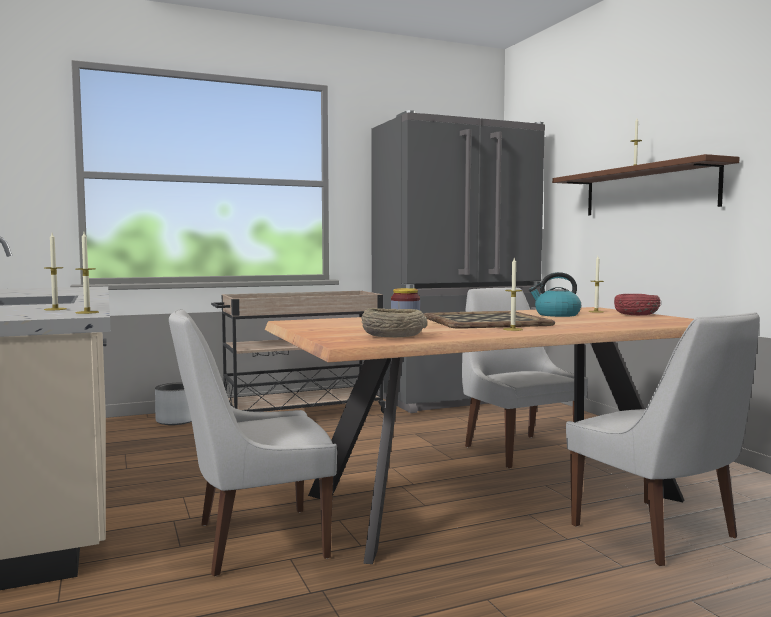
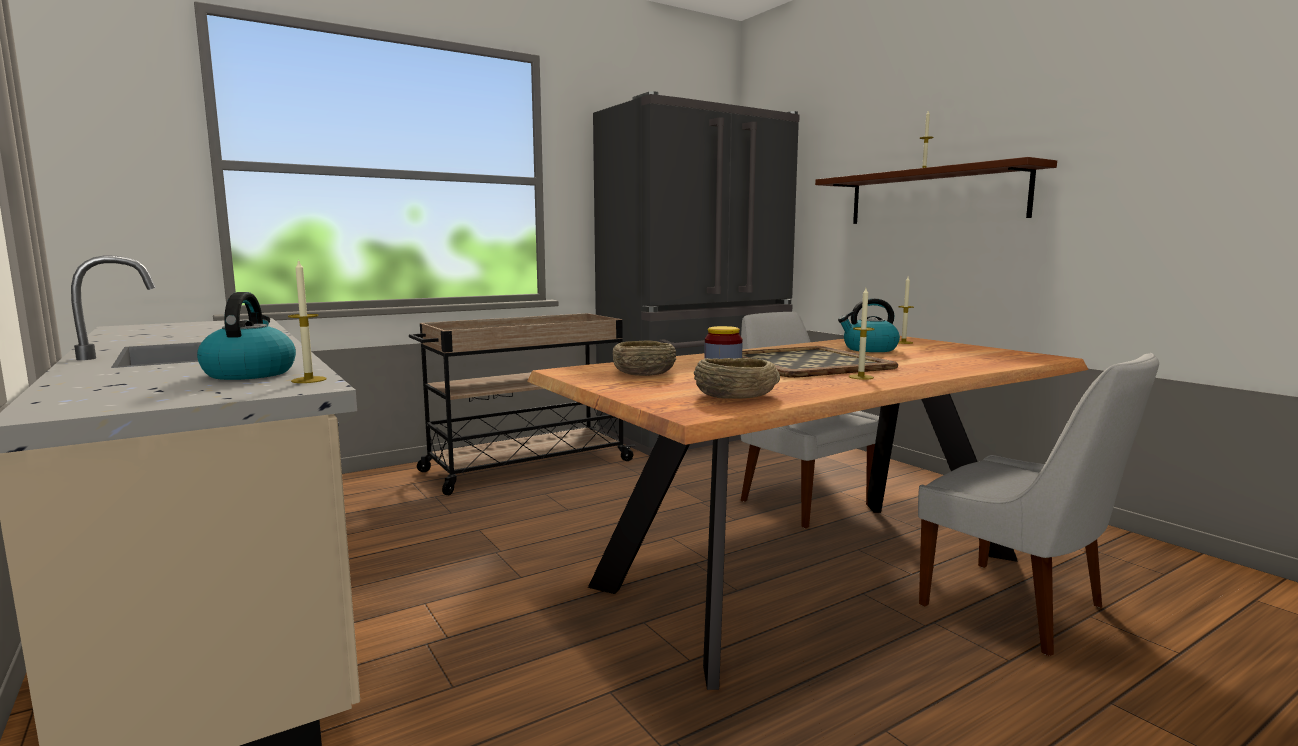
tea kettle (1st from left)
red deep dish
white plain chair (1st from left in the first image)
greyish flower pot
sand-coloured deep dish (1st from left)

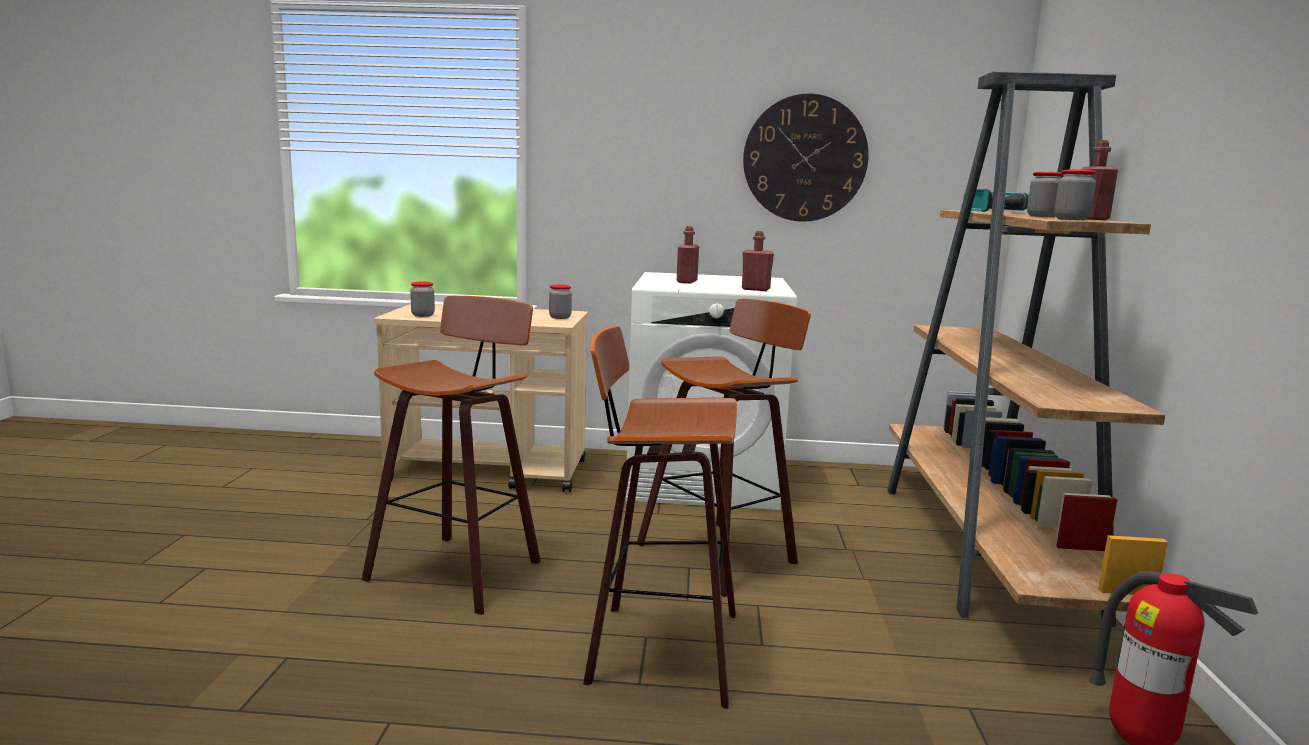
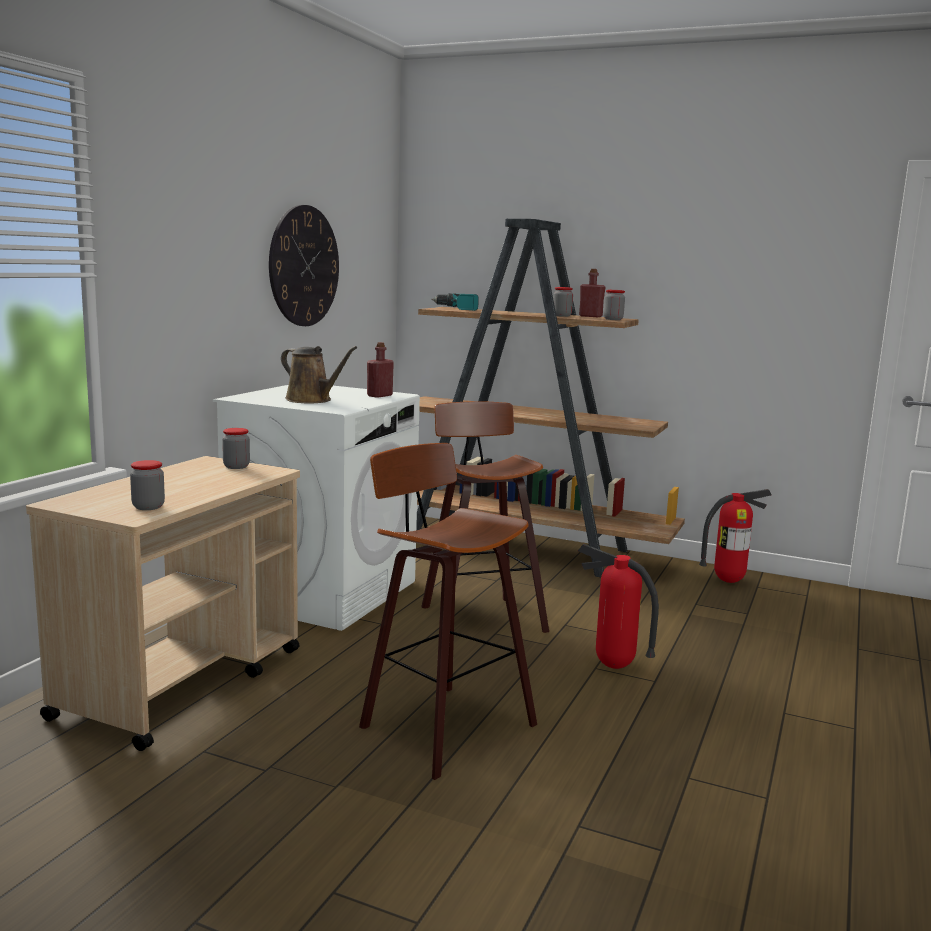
brownish watering pot
extinguisher (1st from left)

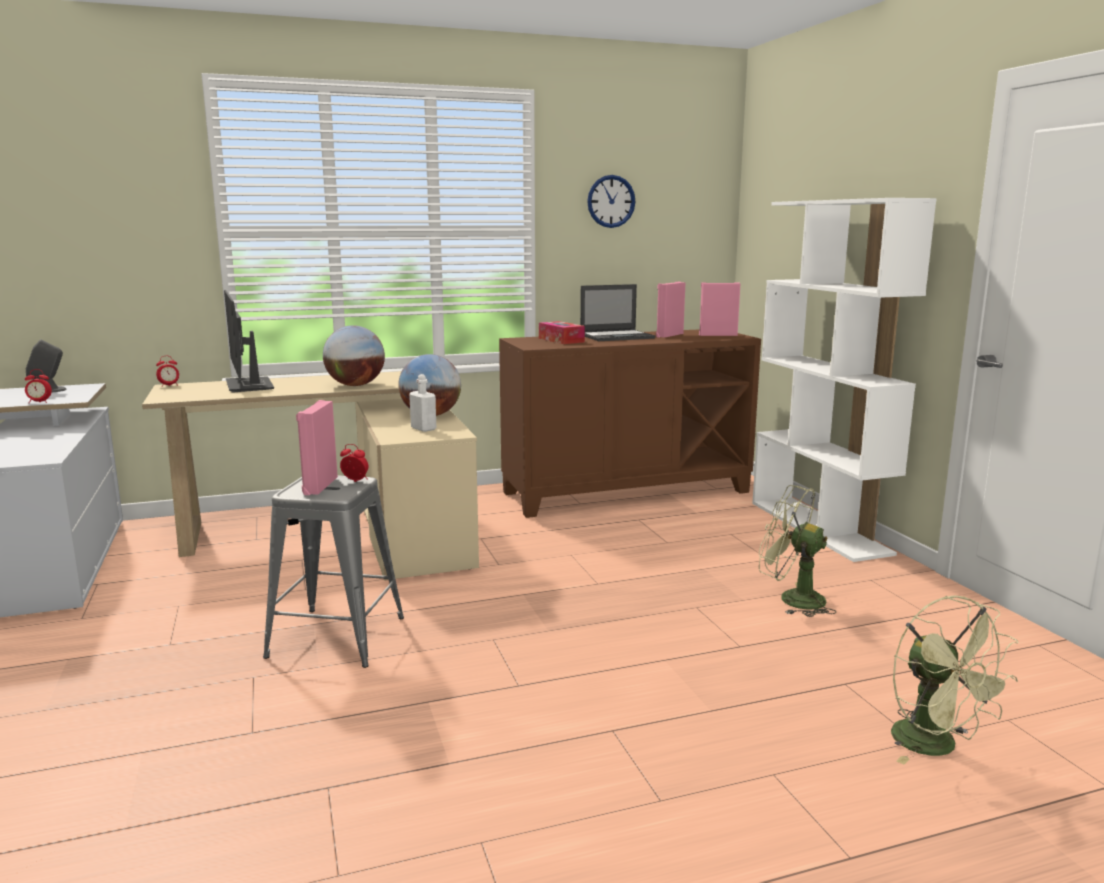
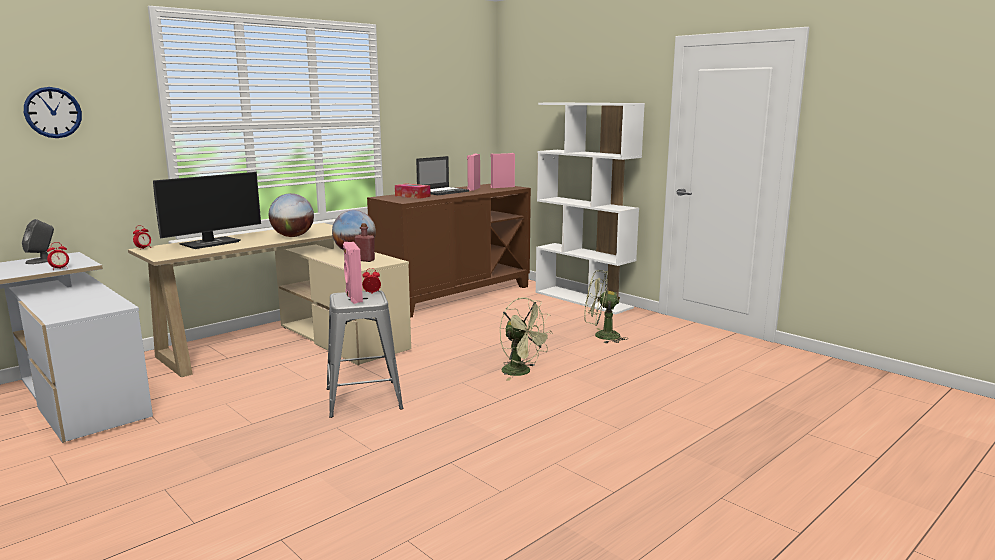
wall clock
computer screen
red bottle
green-coloured electric fan (1st from left)

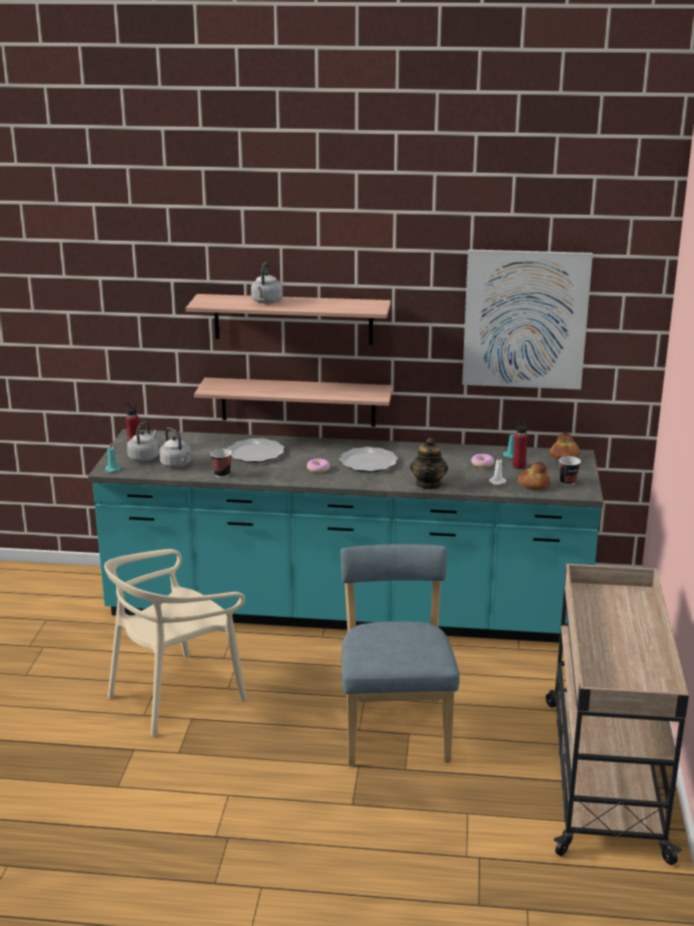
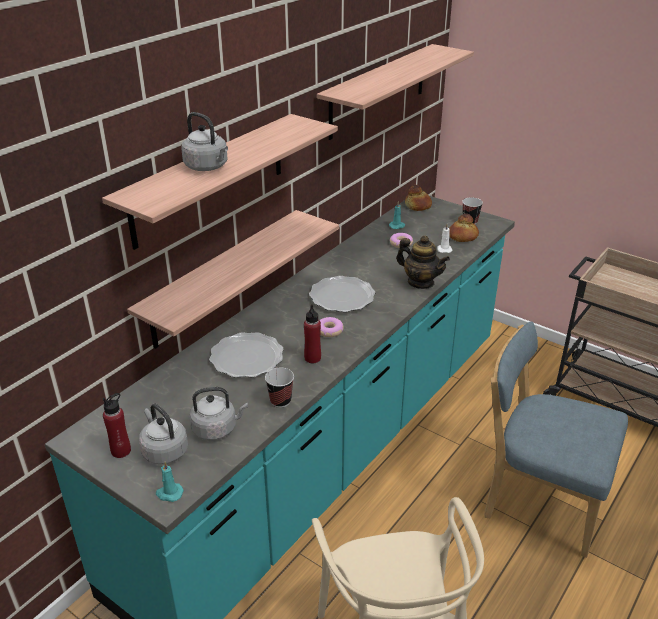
shelf (3rd from left)
red bottle (2nd from left)

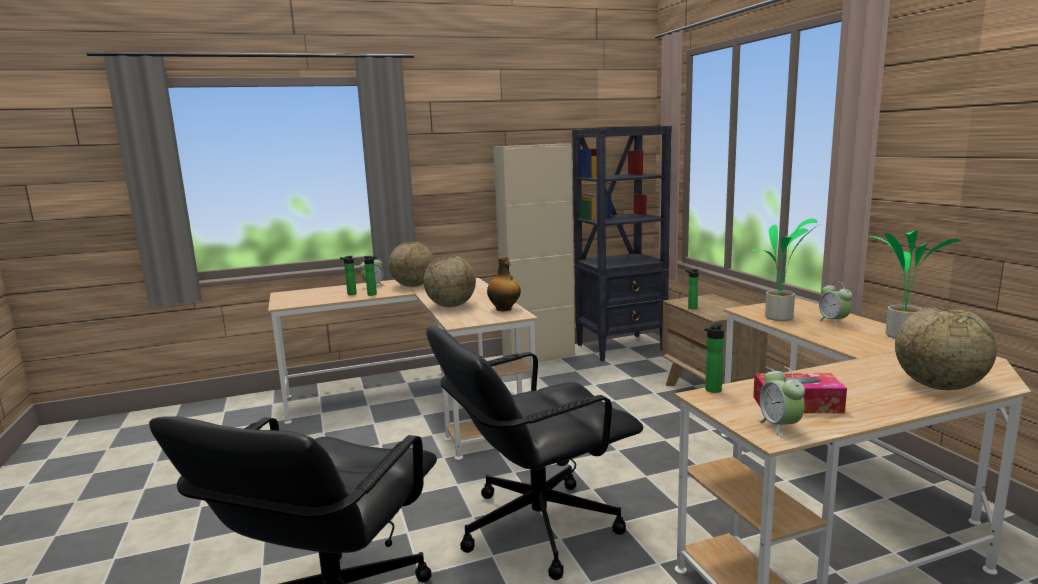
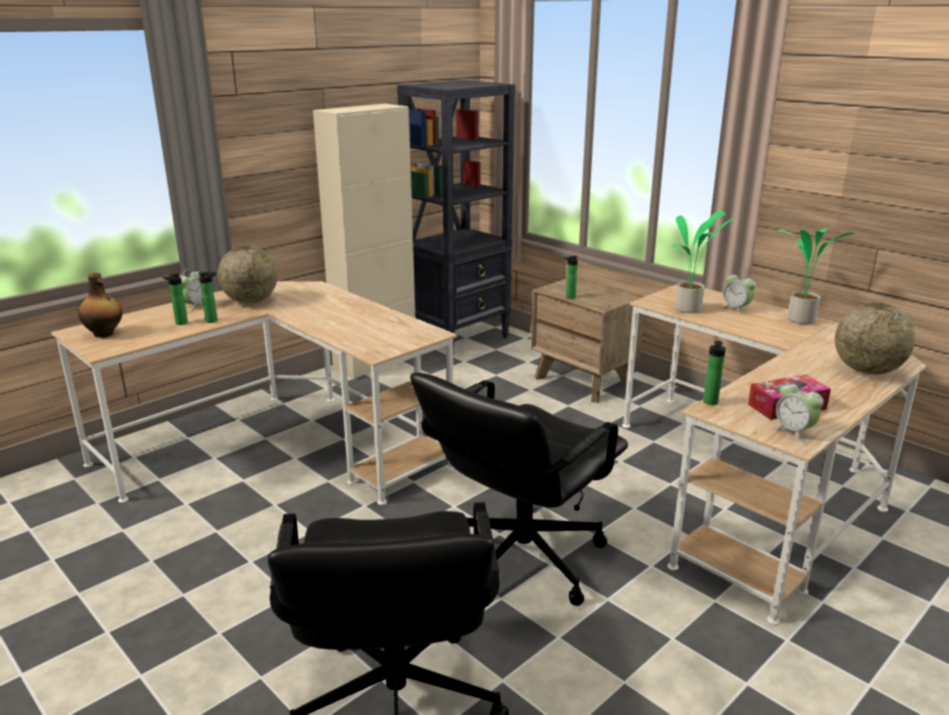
globe (2nd from left in the first image)
bottle (1st from left)

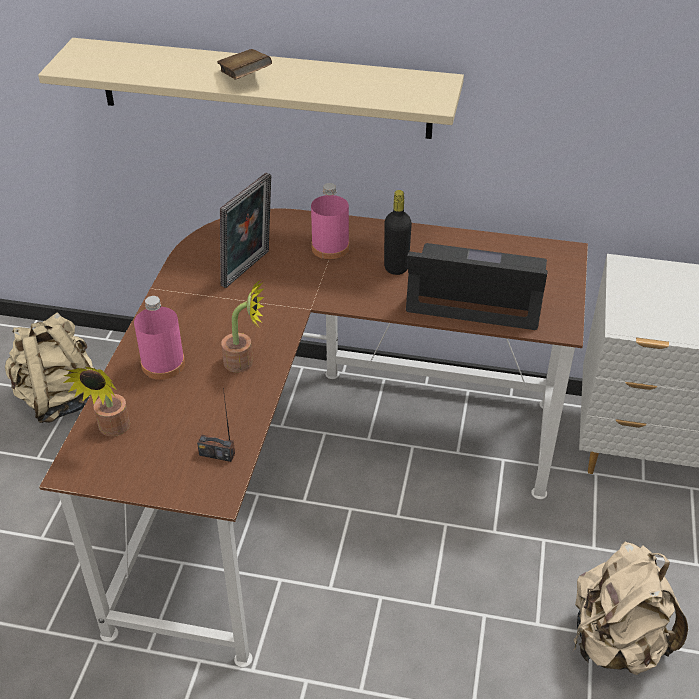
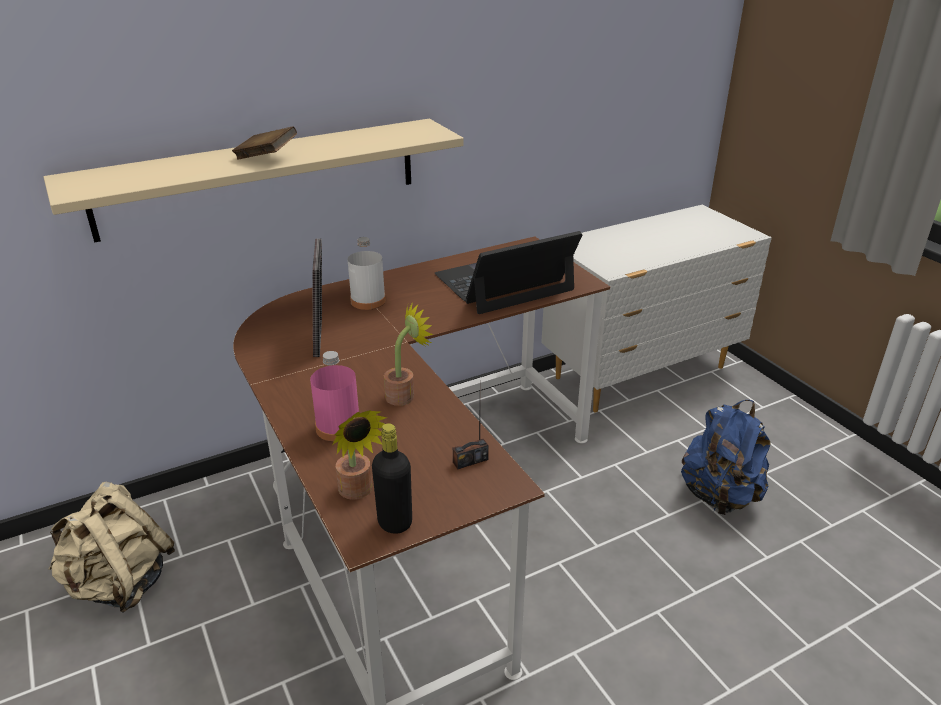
white bottle
blackish bottle
blue-coloured knapsack

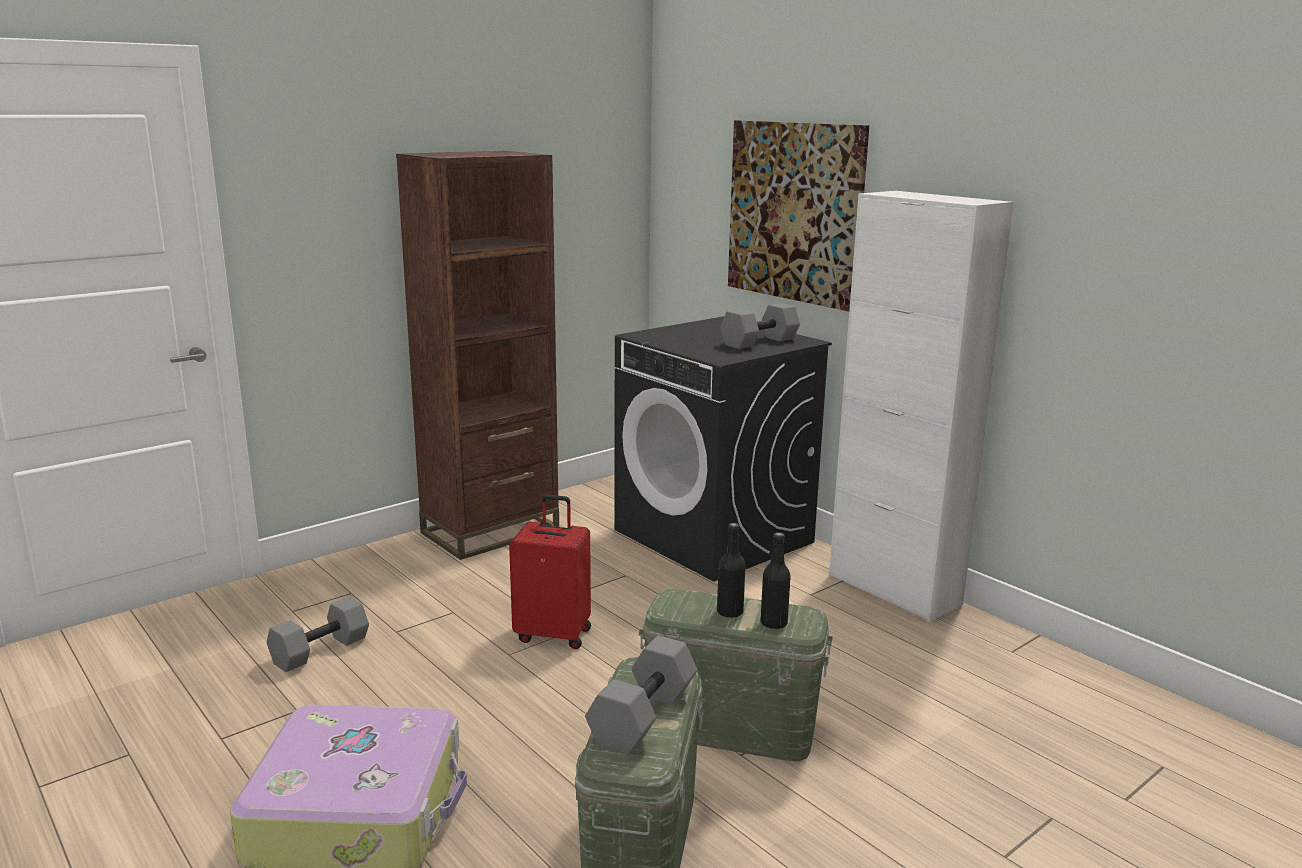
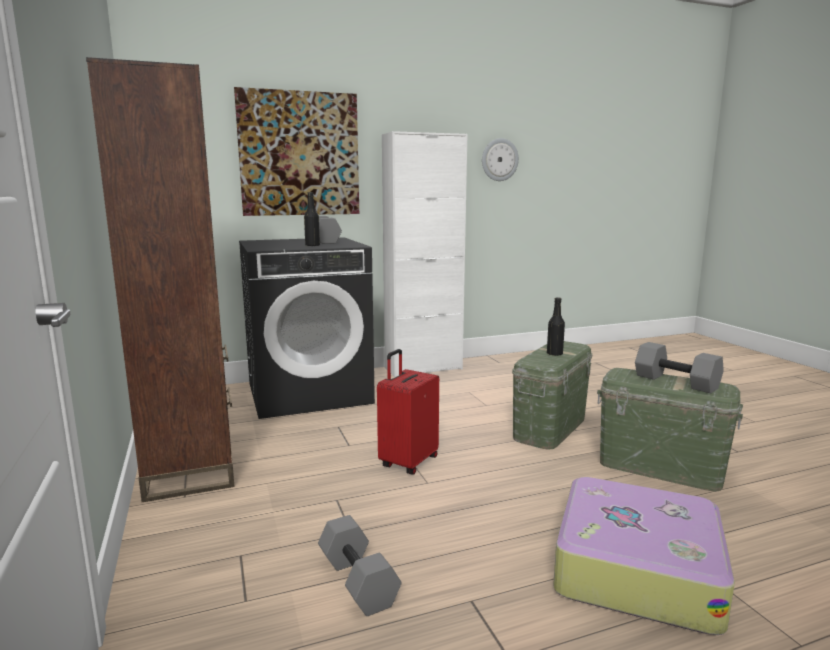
blackish bottle (1st from left)
wall clock

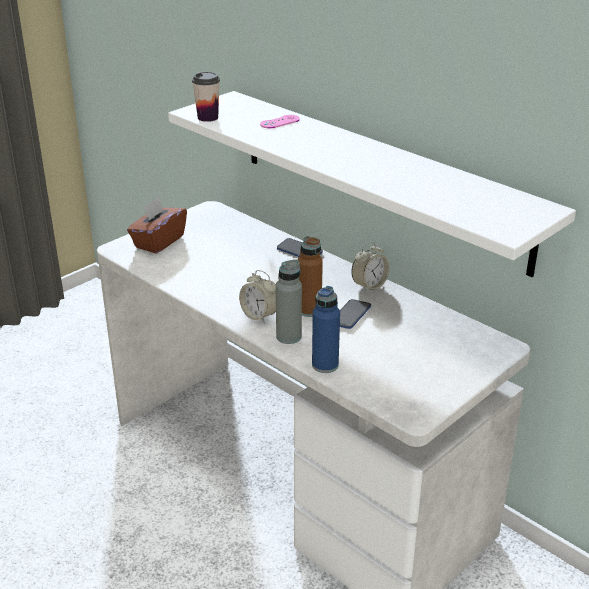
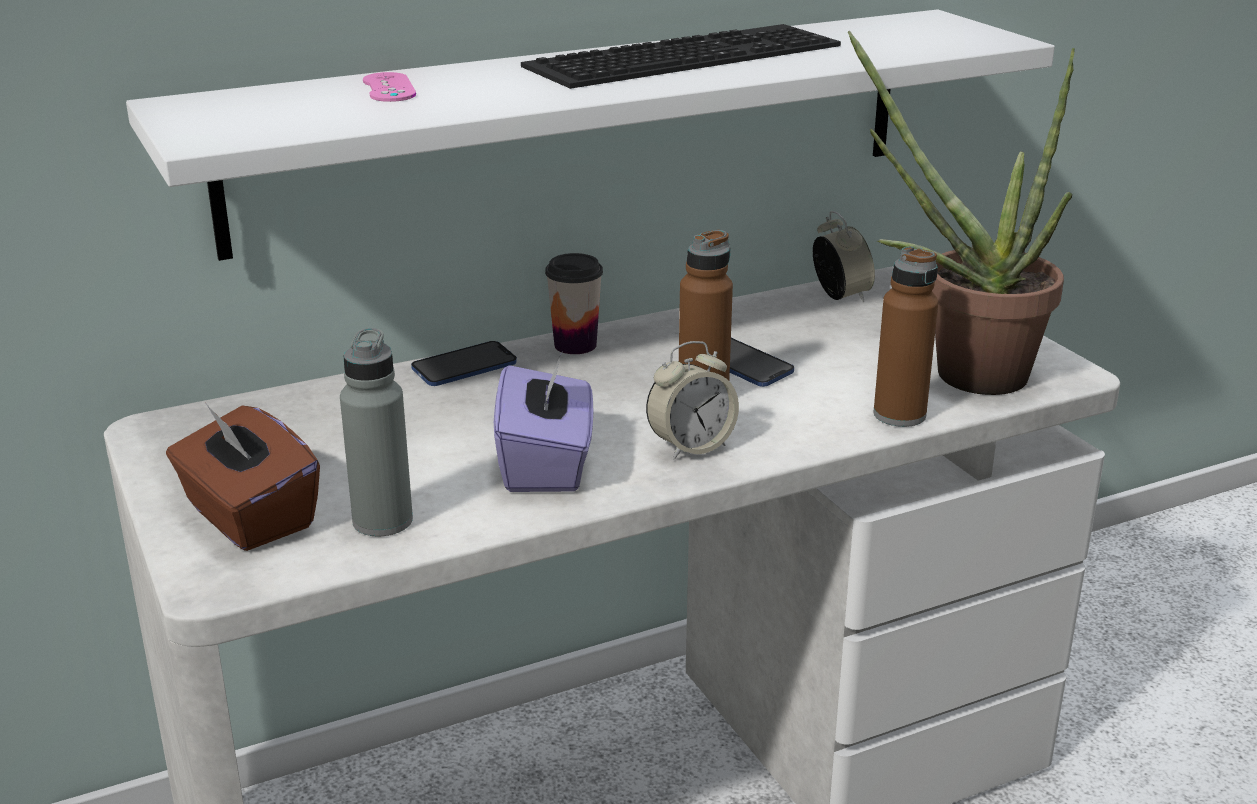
drinking cup
bedside clock (2nd from left)
greyish bottle
brownish bottle (2nd from left)
PC keyboard
houseplant
purple-coloured tissue holder

